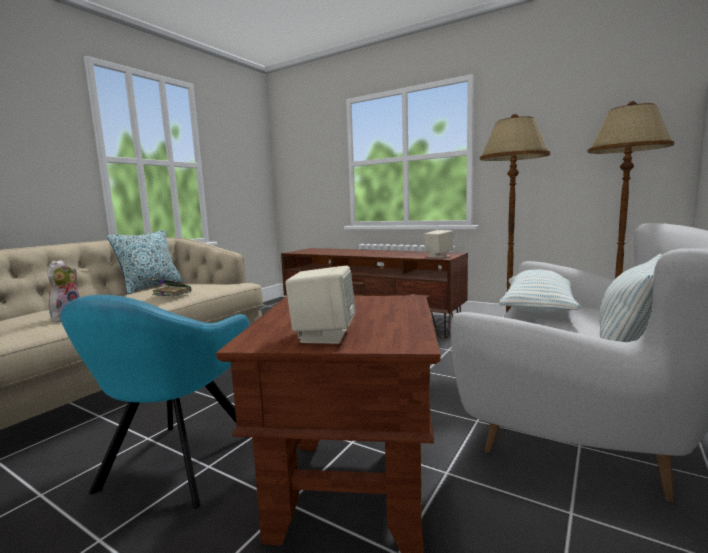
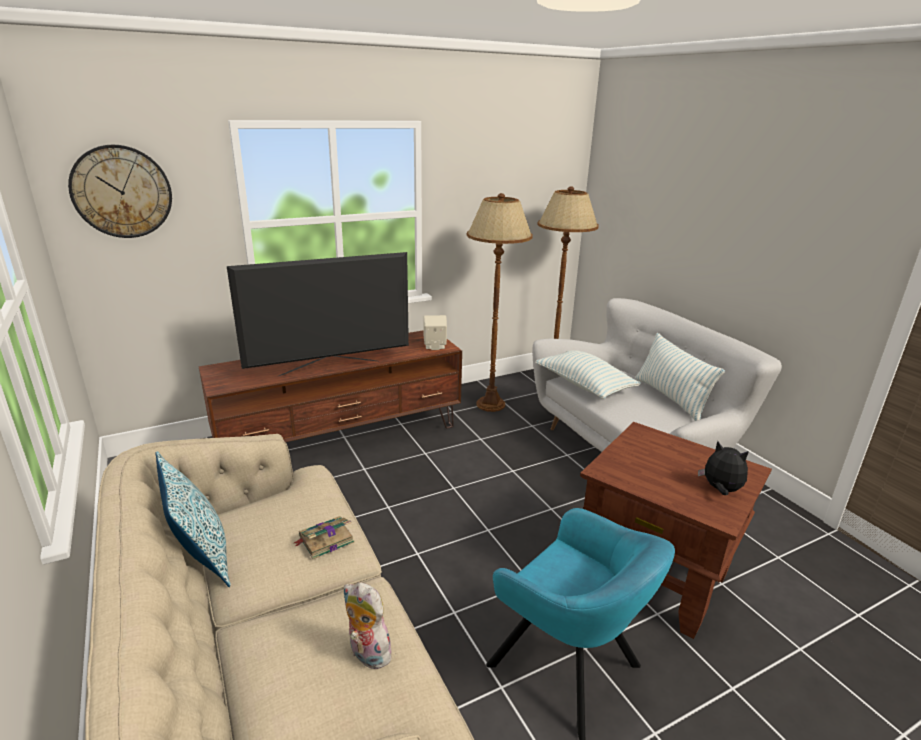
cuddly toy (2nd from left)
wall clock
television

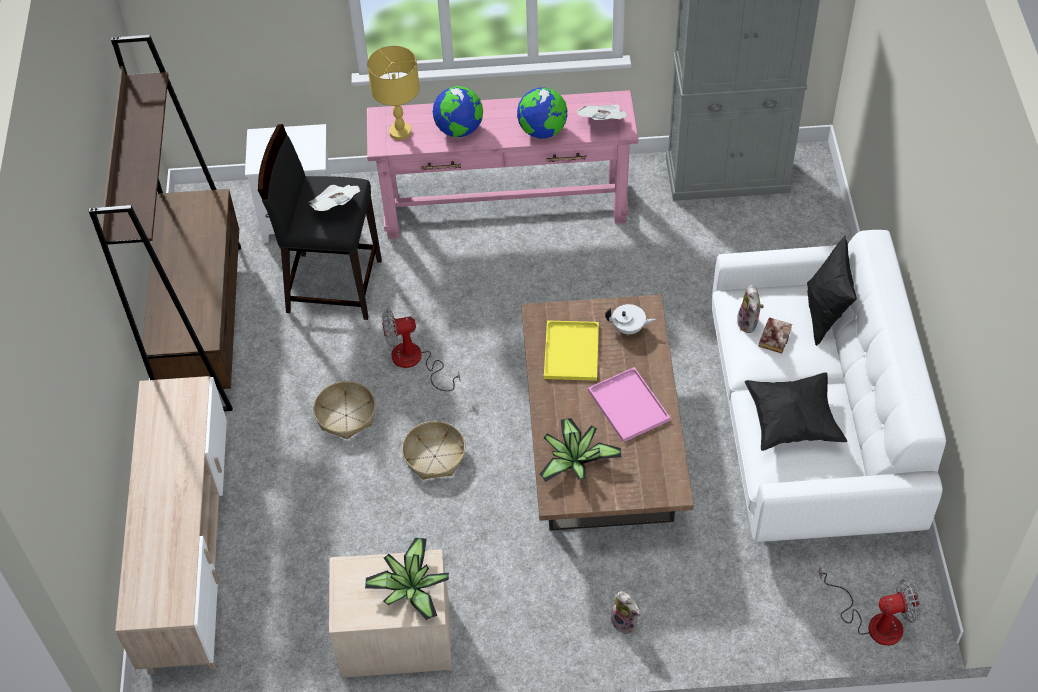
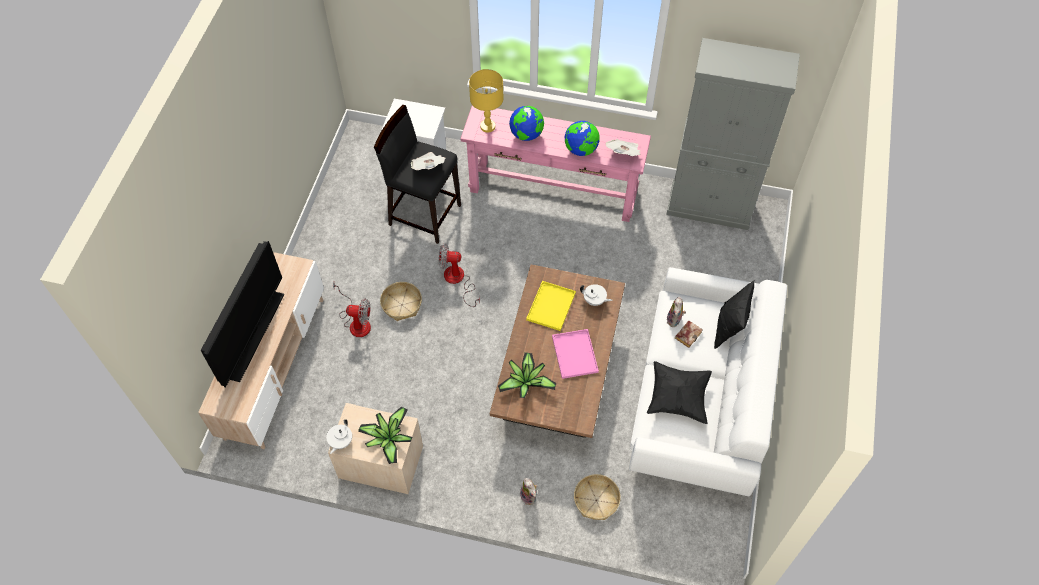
brownish bookcase
basket (2nd from left)
electric fan (1st from left)
television
white teapot (1st from left)

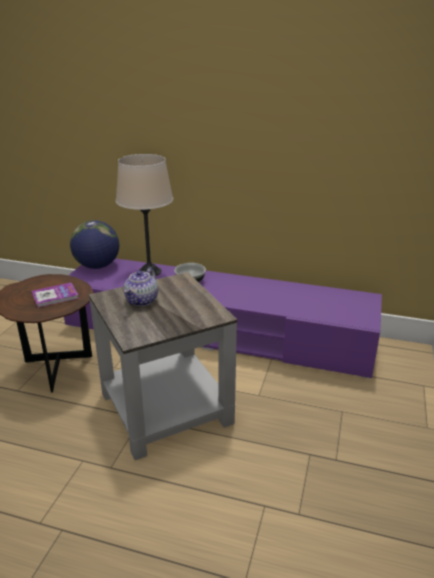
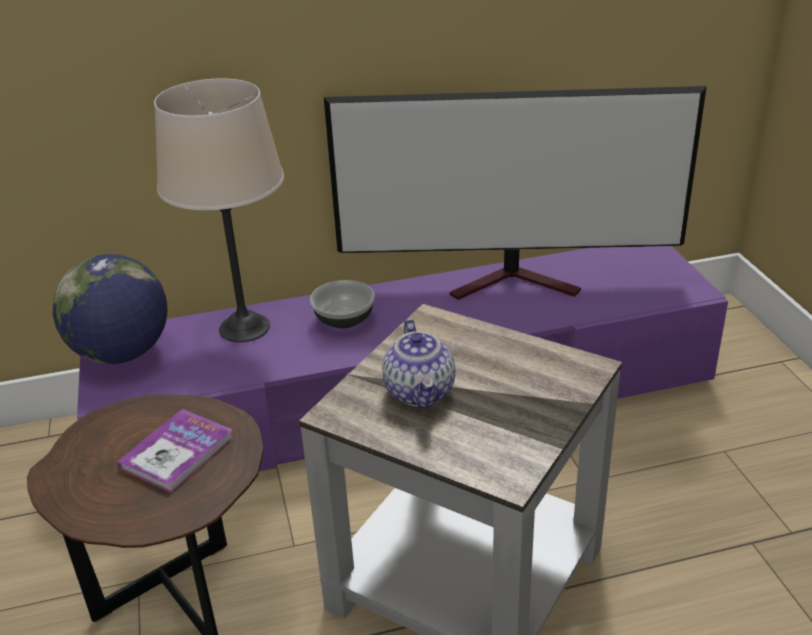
television

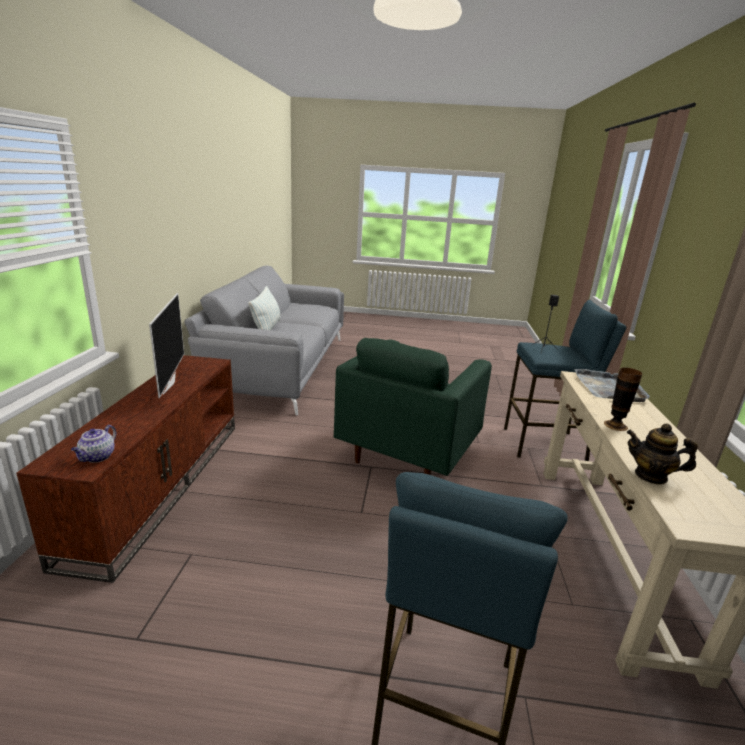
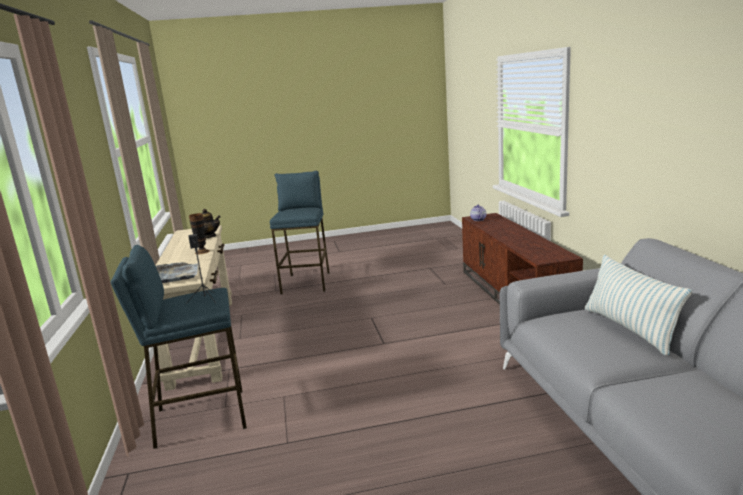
television
green-coloured armchair

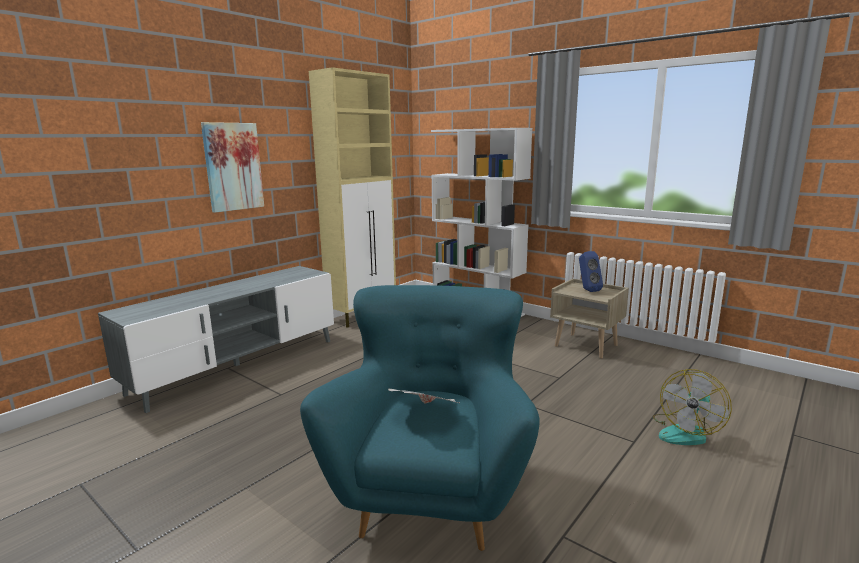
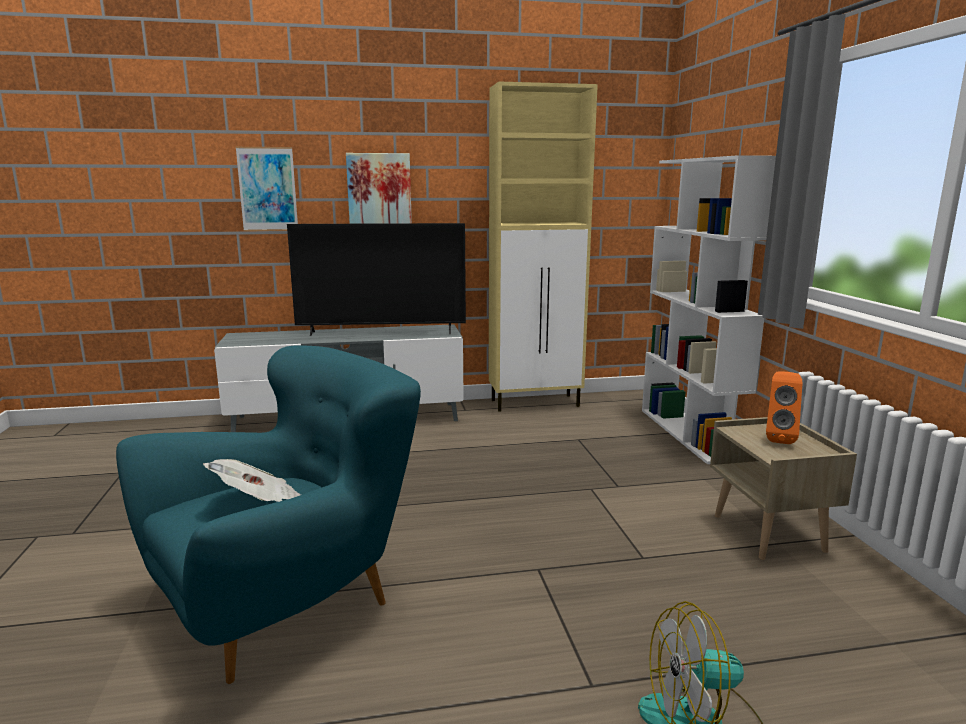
orangey loudspeaker
picture (1st from left)
television

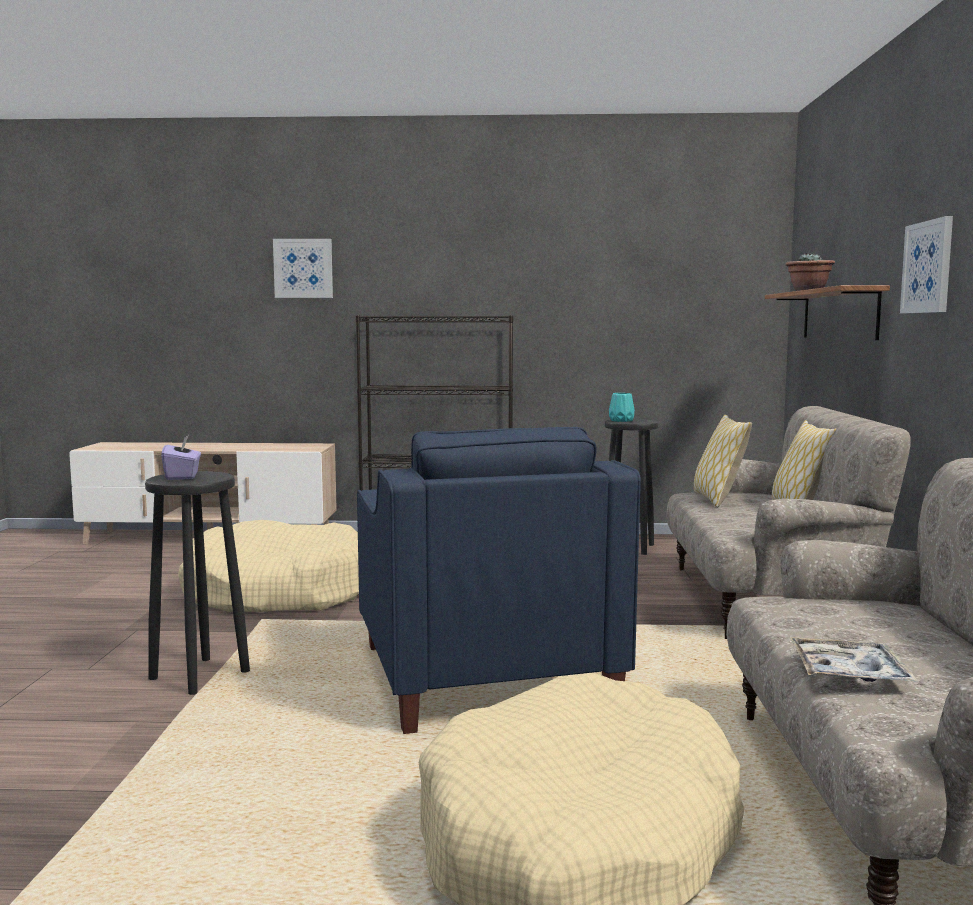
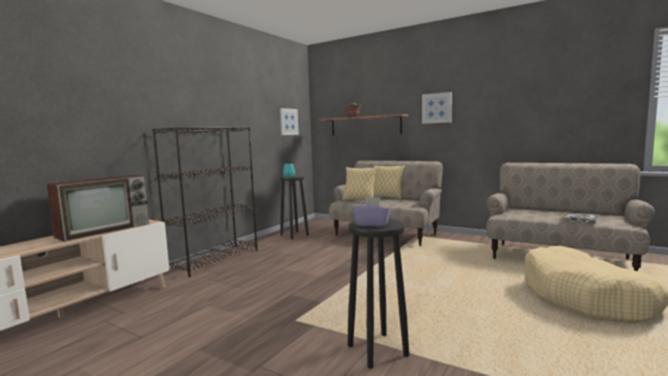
picture (1st from left)
blue-coloured armchair
sand-coloured dog bed (1st from left in the first image)
television

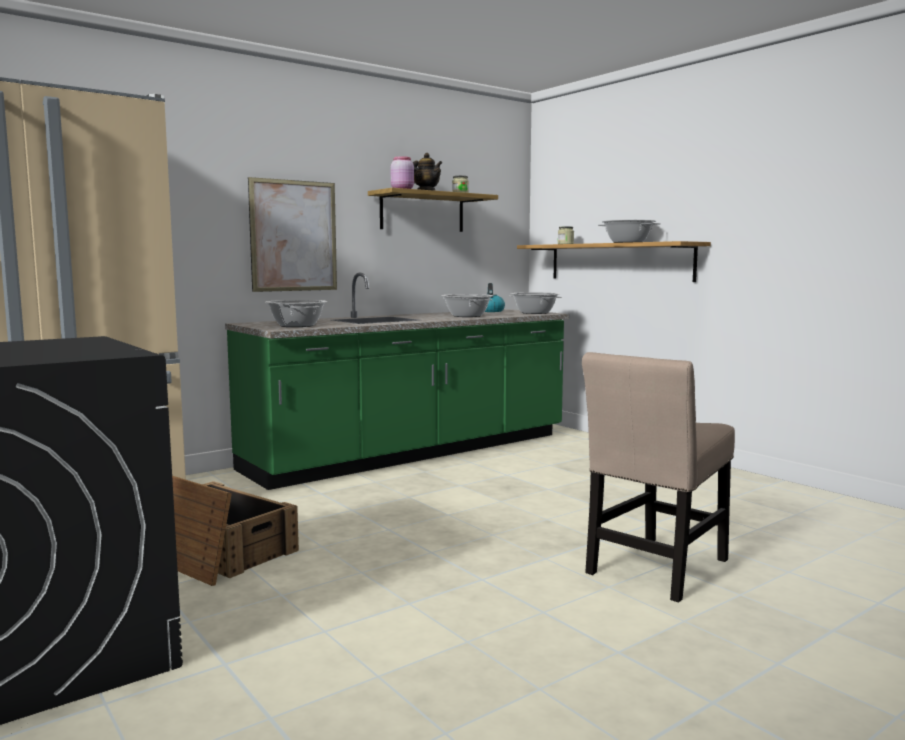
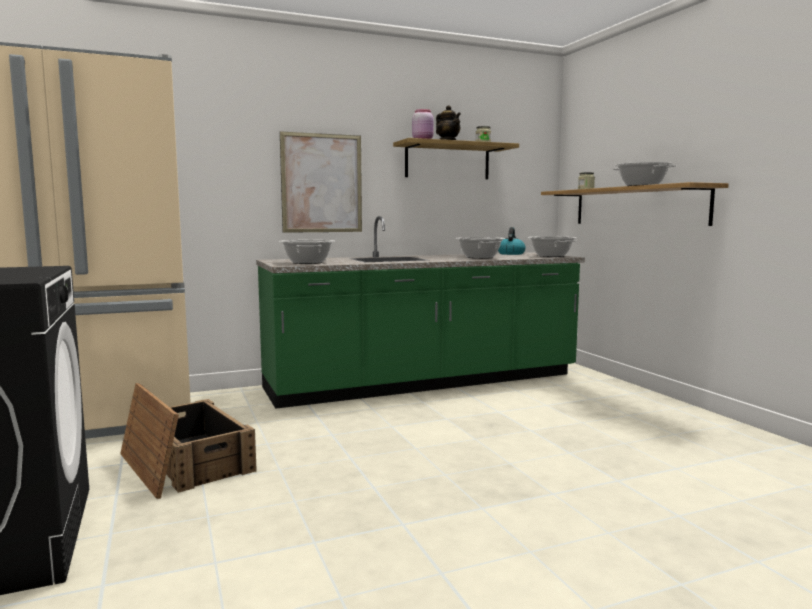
sand-coloured plain chair

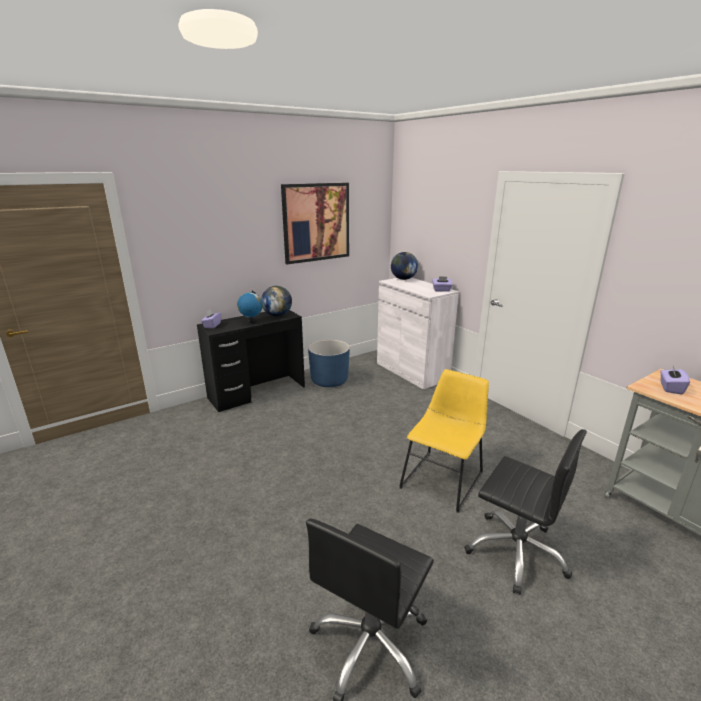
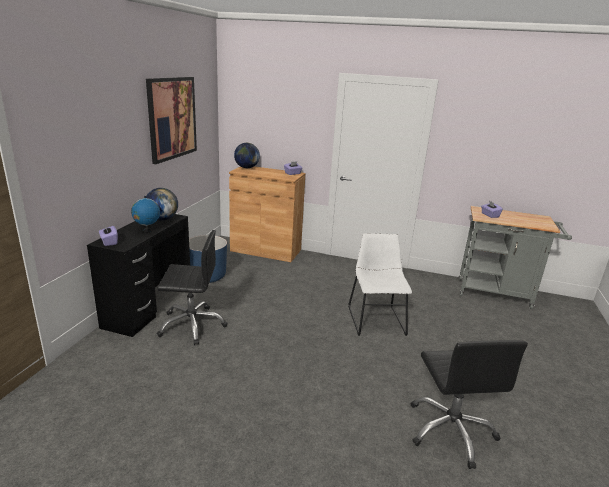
brownish storage cabinet
white plain chair
blackish computer chair (1st from left)

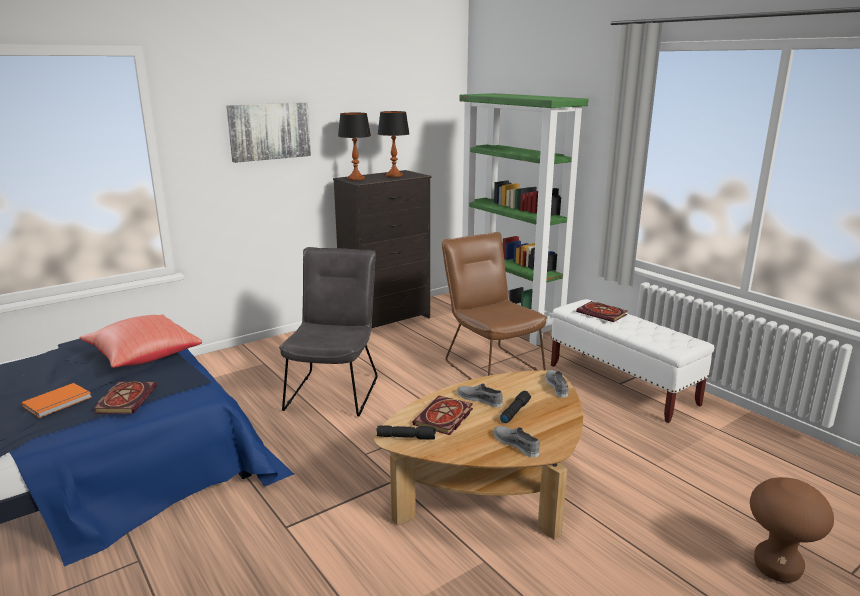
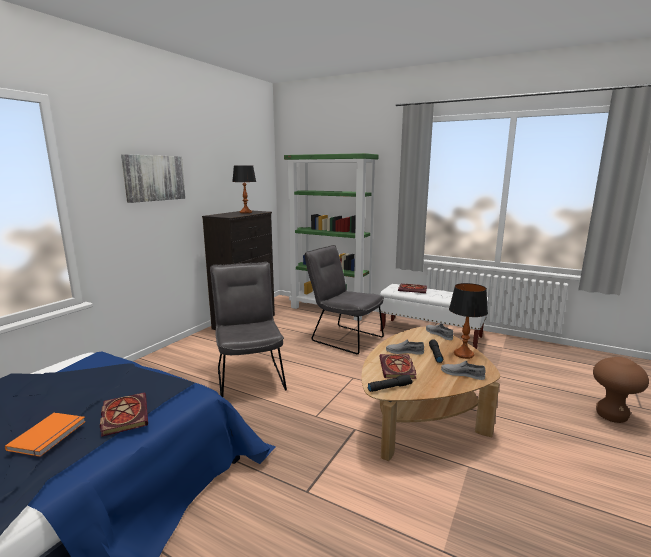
lamp for a table (2nd from left)
greyish plain chair (2nd from left)
red cushion

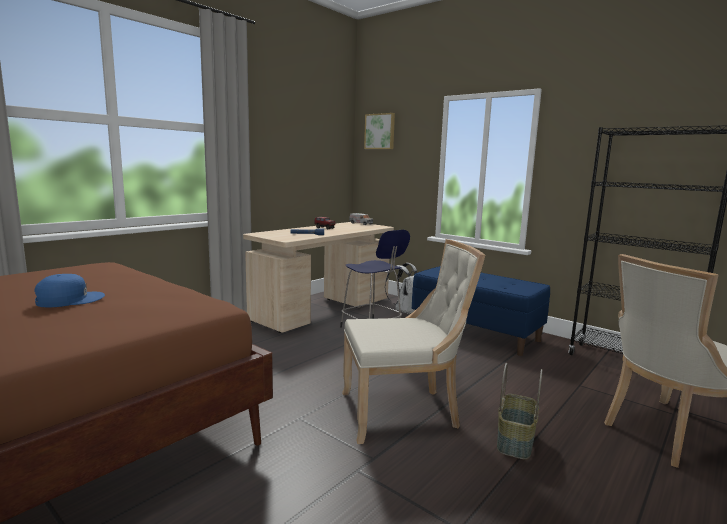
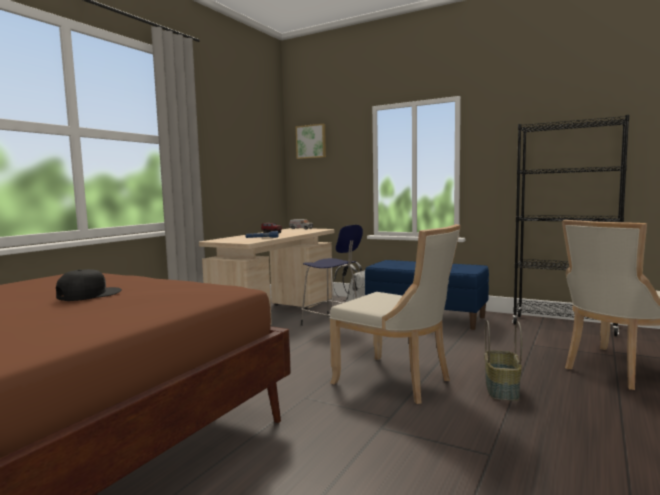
sand-coloured plain chair (1st from left)
blackish baseball cap

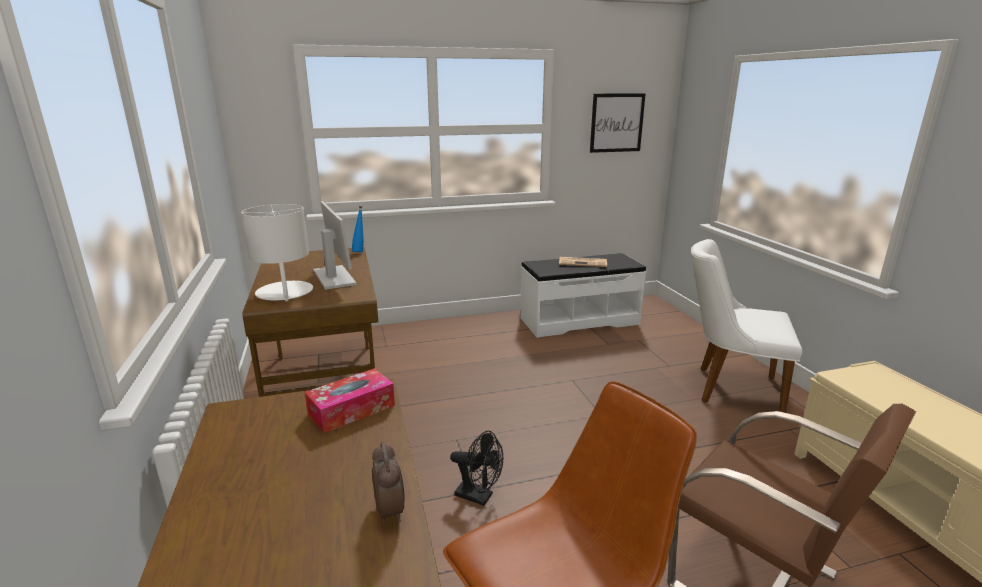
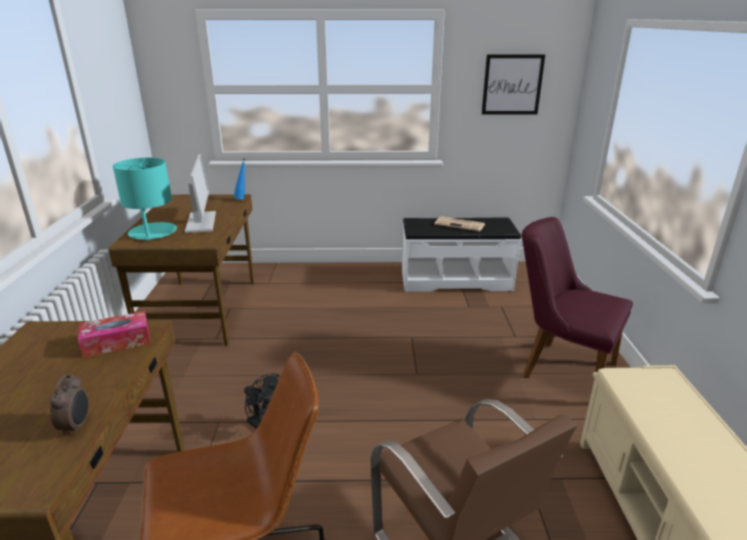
turquoise lamp for a table
purple-coloured plain chair

